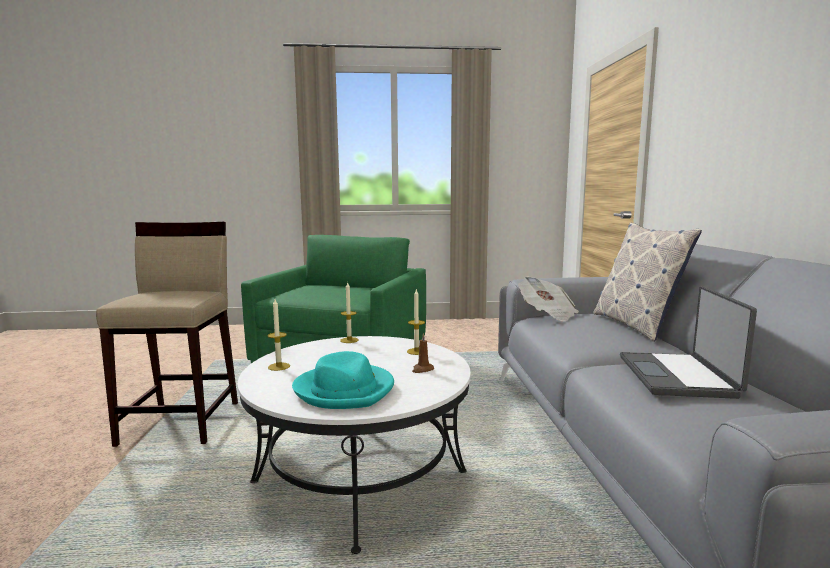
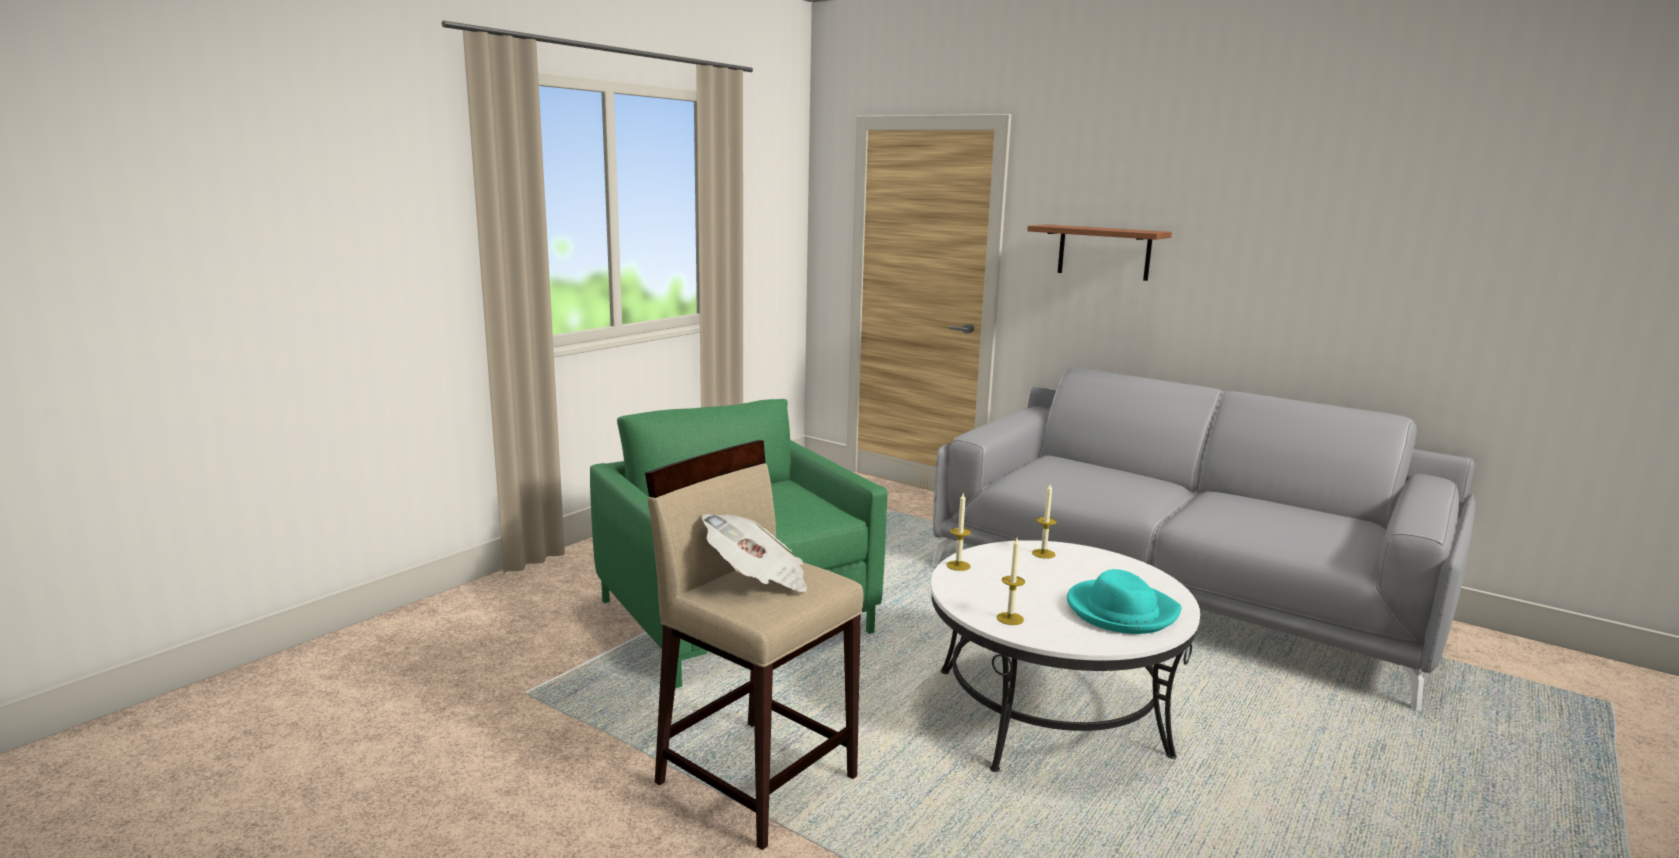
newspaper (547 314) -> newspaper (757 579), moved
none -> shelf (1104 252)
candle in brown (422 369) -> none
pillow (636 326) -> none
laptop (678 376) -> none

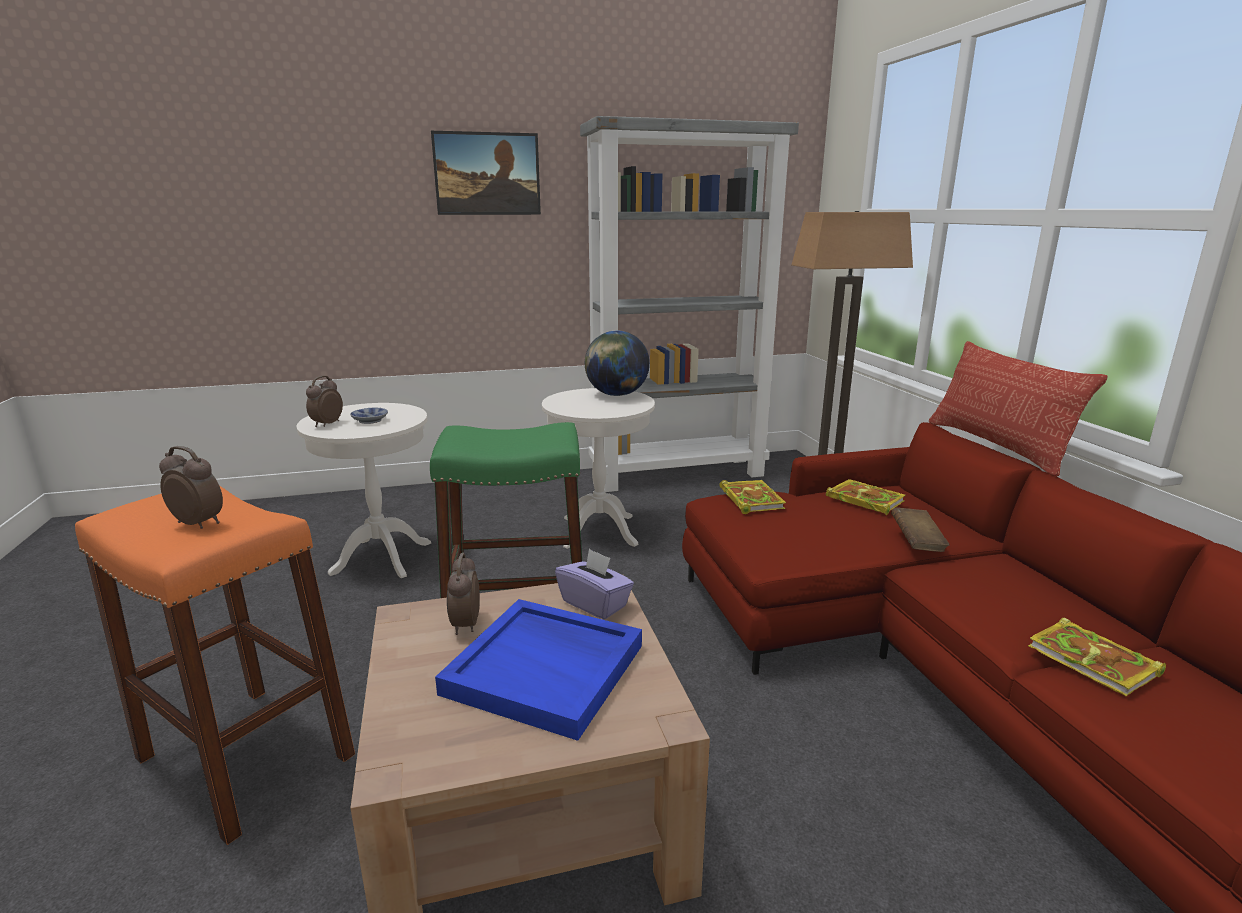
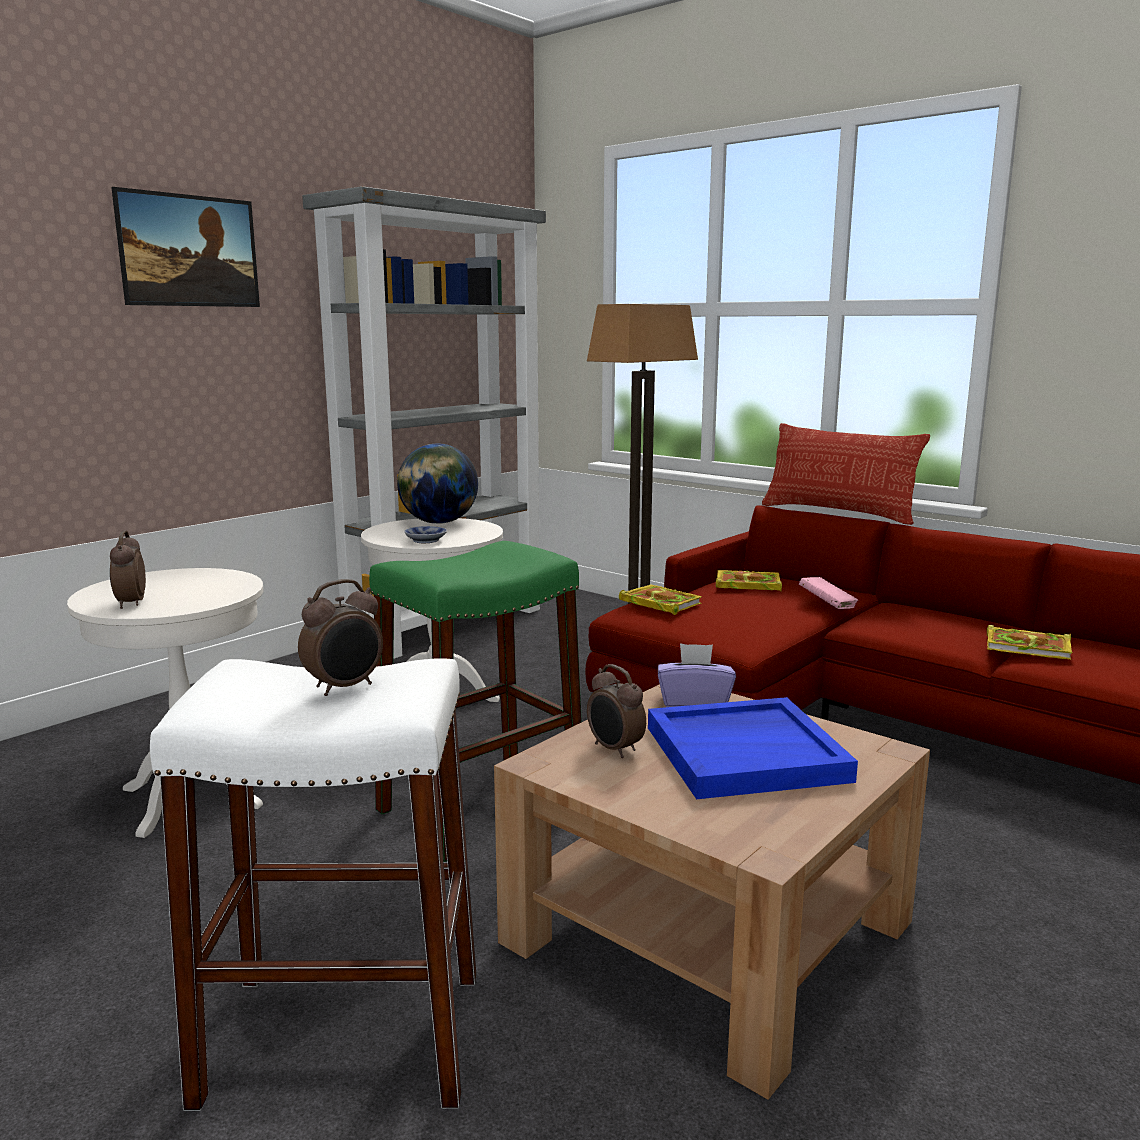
stool in orange (245 757) -> stool in white (342 1036)
alarm clock (199 523) -> alarm clock (345 687), 150 degrees clockwise
bowl (369 421) -> bowl (426 541), moved
book in brown (917 542) -> book in pink (827 606)

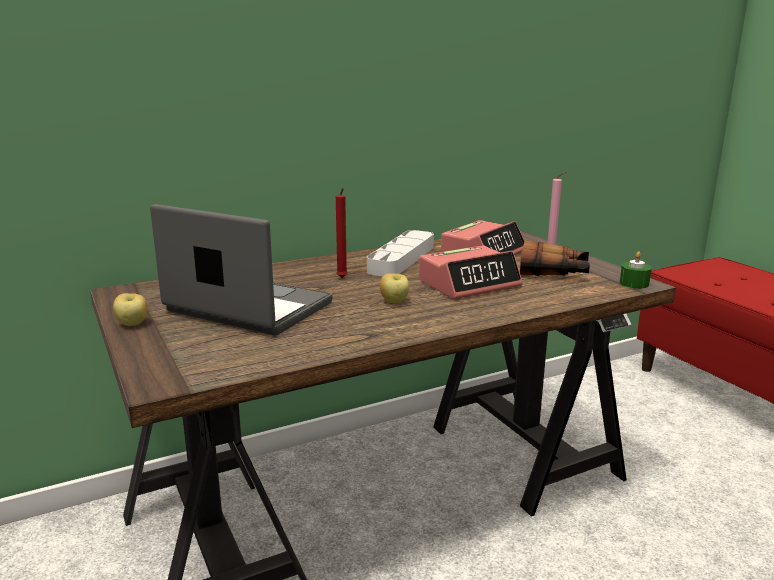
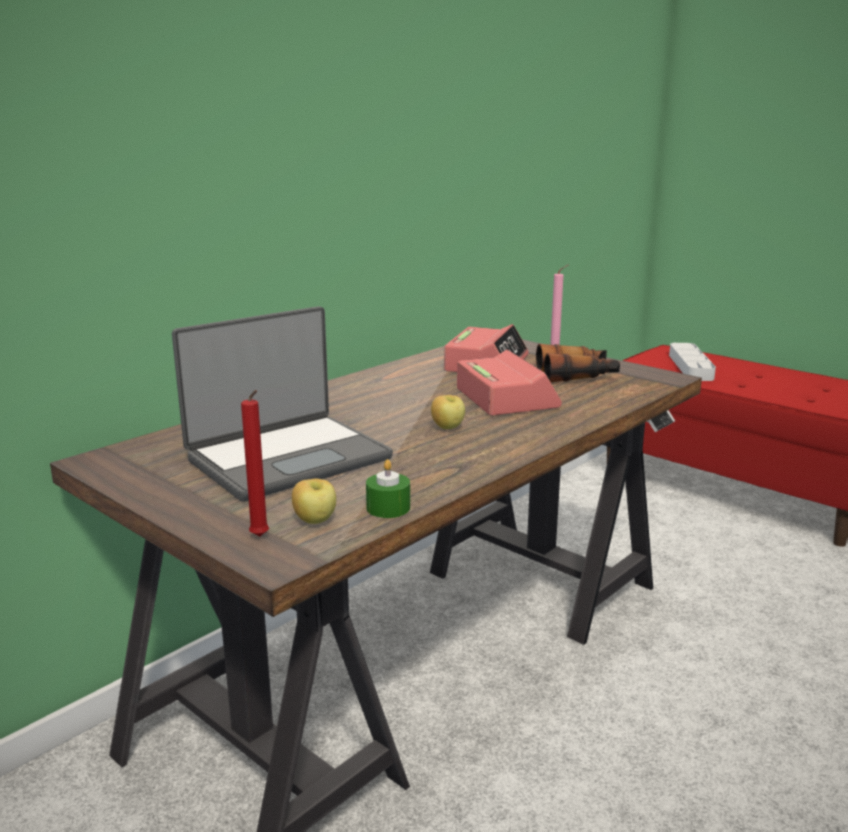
laptop (247 308) -> laptop (287 458), 135 degrees clockwise
candle in red (342 278) -> candle in red (260 538), moved
apple (132 324) -> apple (315 521), moved
candle in green (634 283) -> candle in green (388 508), moved
alarm clock (469 284) -> alarm clock (506 398), 60 degrees counterclockwise
tray in grey (402 259) -> tray in grey (690 366), moved

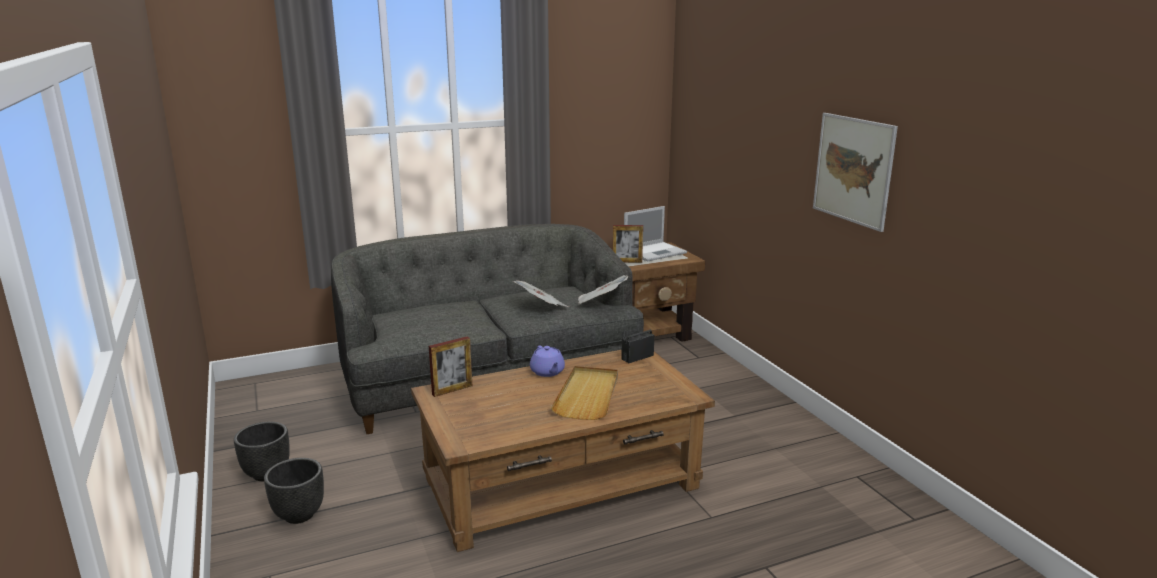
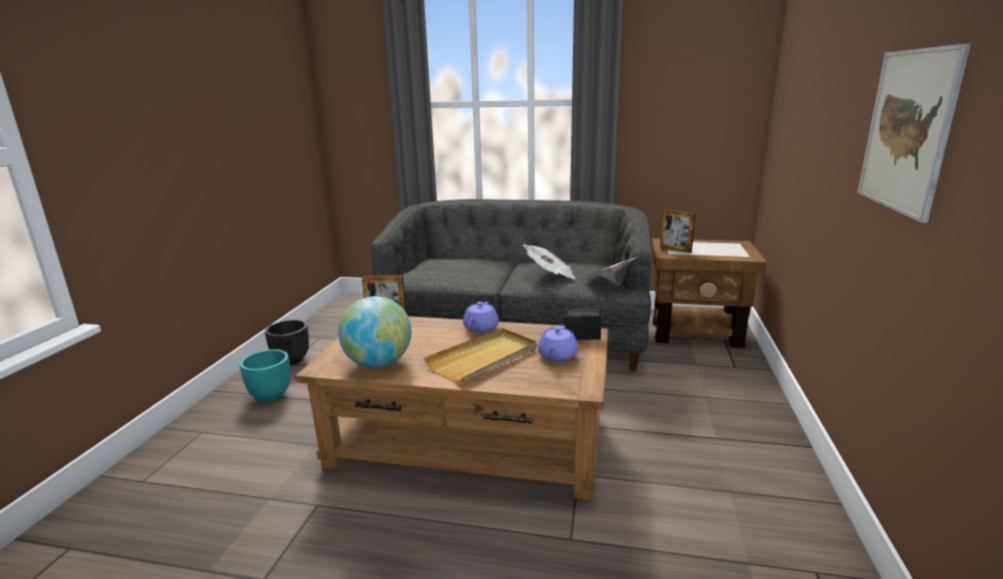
planter in black (298 515) -> planter in turquoise (270 395)
none -> globe (378 363)
none -> teapot in purple (557 356)
laptop (655 252) -> none

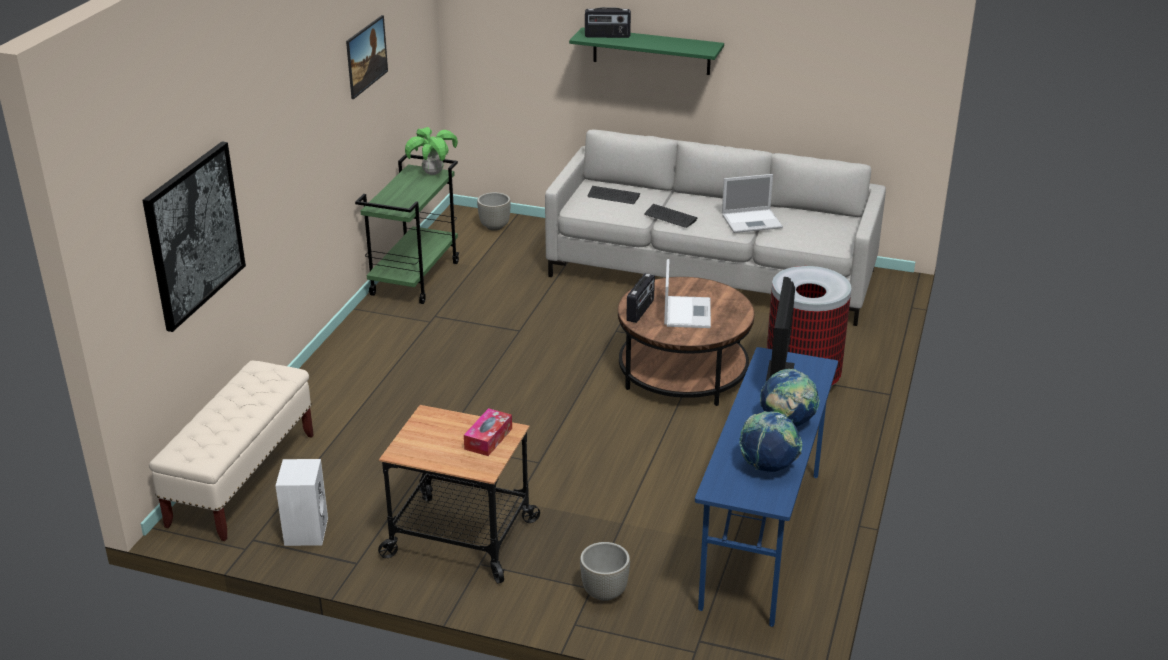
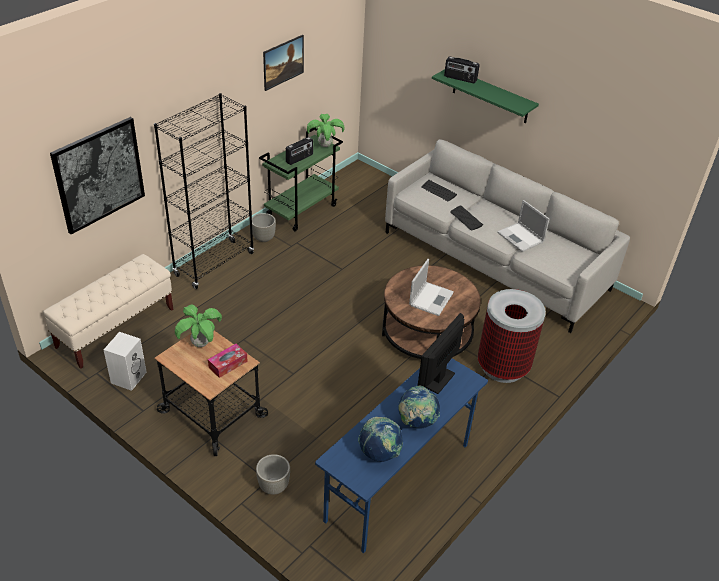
none -> bookcase in black (214 264)
none -> potted plant (201 343)
planter in grey (494 227) -> planter in grey (263 238), moved
radio (641 310) -> radio (299 158), moved
laptop (753 221) -> laptop (521 238), 45 degrees clockwise

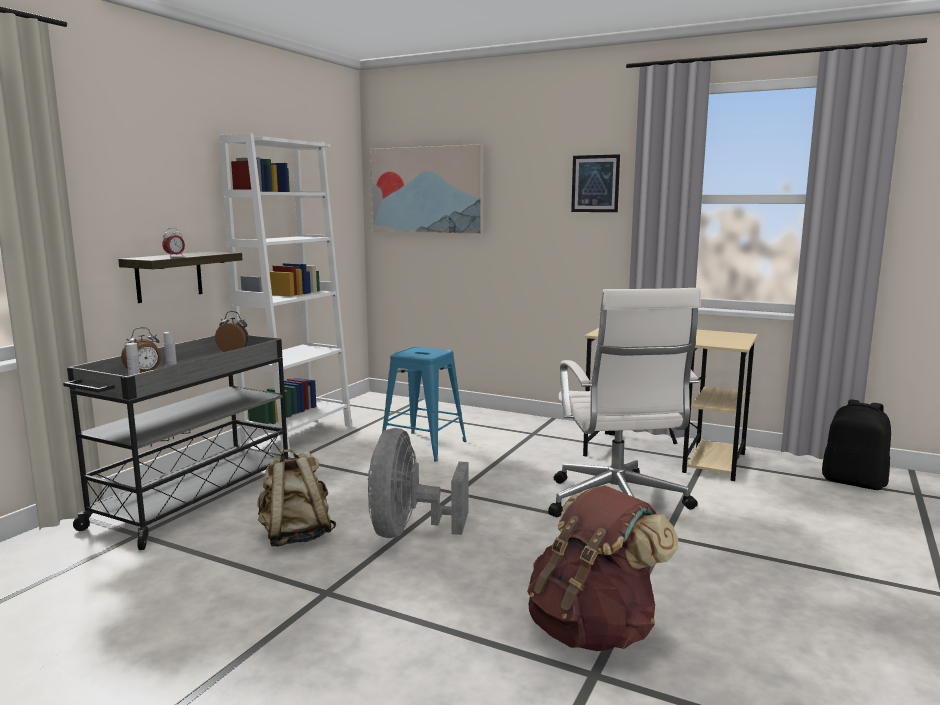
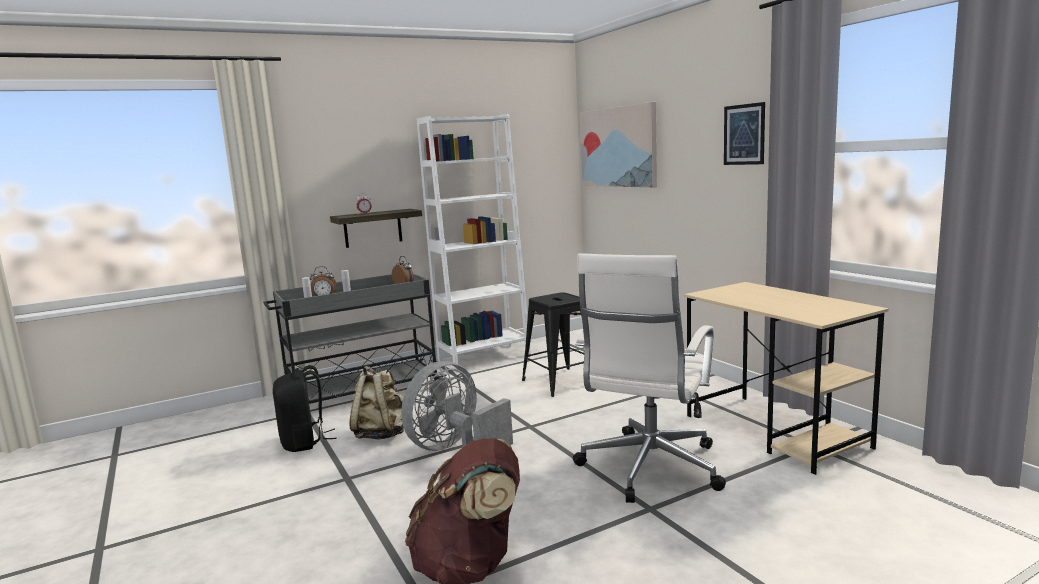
backpack in black (854 482) -> backpack in black (304 442), moved
stool in blue (424 446) -> stool in black (561 382)

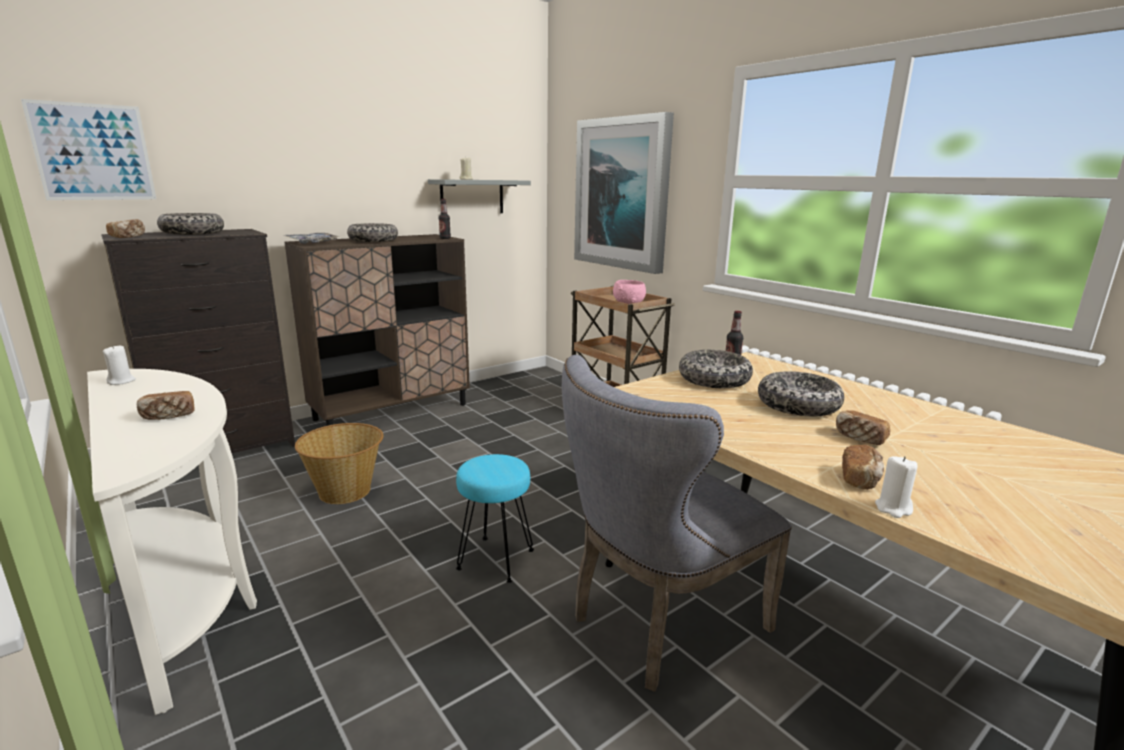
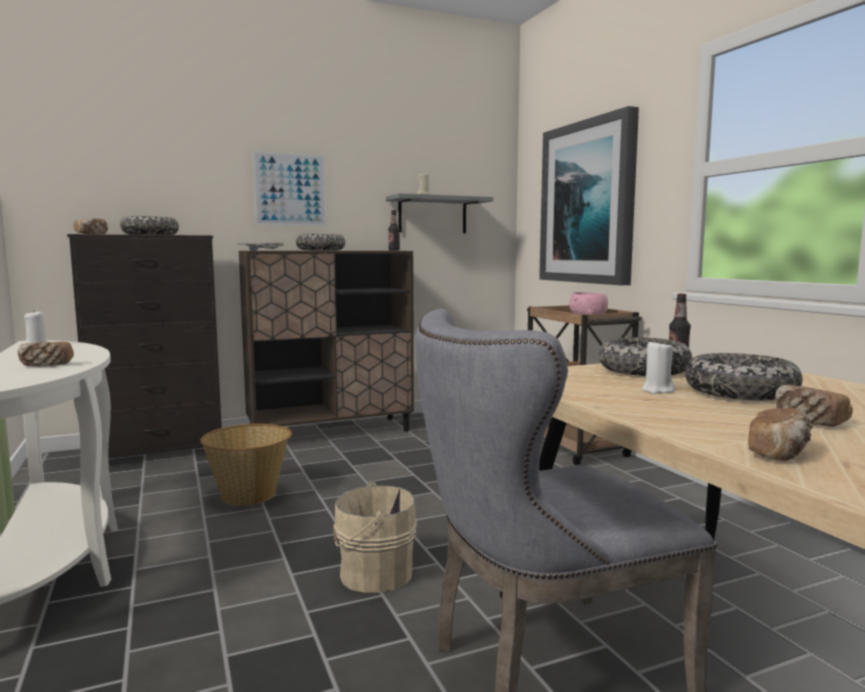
picture (93 152) -> picture (290 189), moved
stool in turquoise (495 559) -> bucket in beige (372 573)
candle in white (893 508) -> candle in white (657 390), moved

